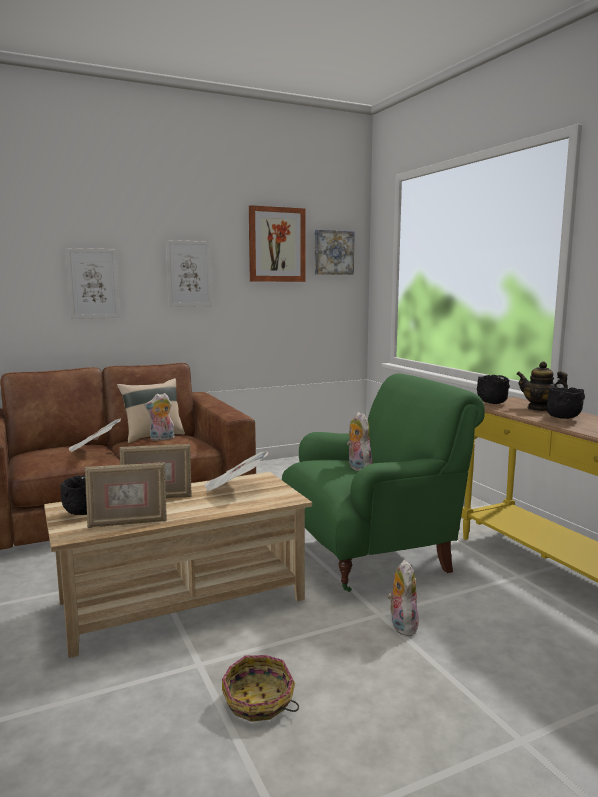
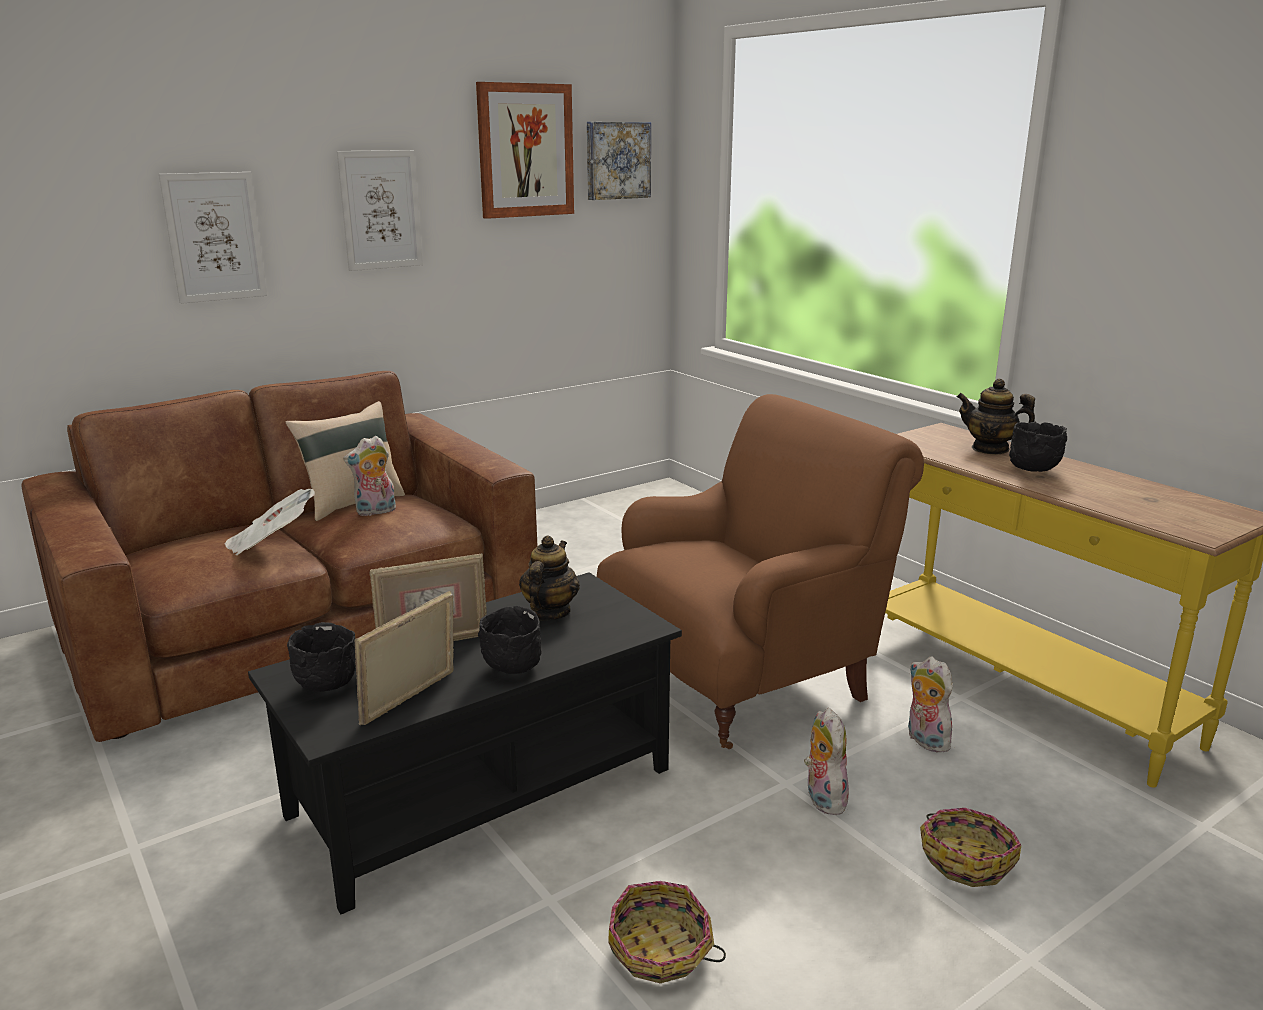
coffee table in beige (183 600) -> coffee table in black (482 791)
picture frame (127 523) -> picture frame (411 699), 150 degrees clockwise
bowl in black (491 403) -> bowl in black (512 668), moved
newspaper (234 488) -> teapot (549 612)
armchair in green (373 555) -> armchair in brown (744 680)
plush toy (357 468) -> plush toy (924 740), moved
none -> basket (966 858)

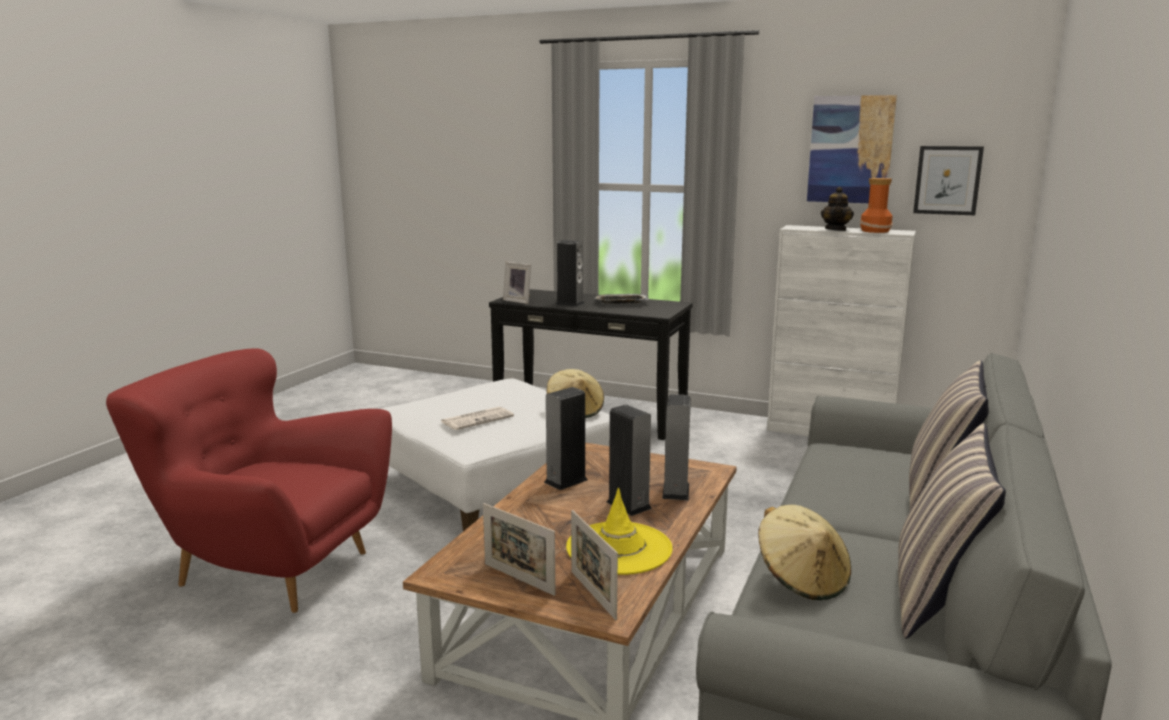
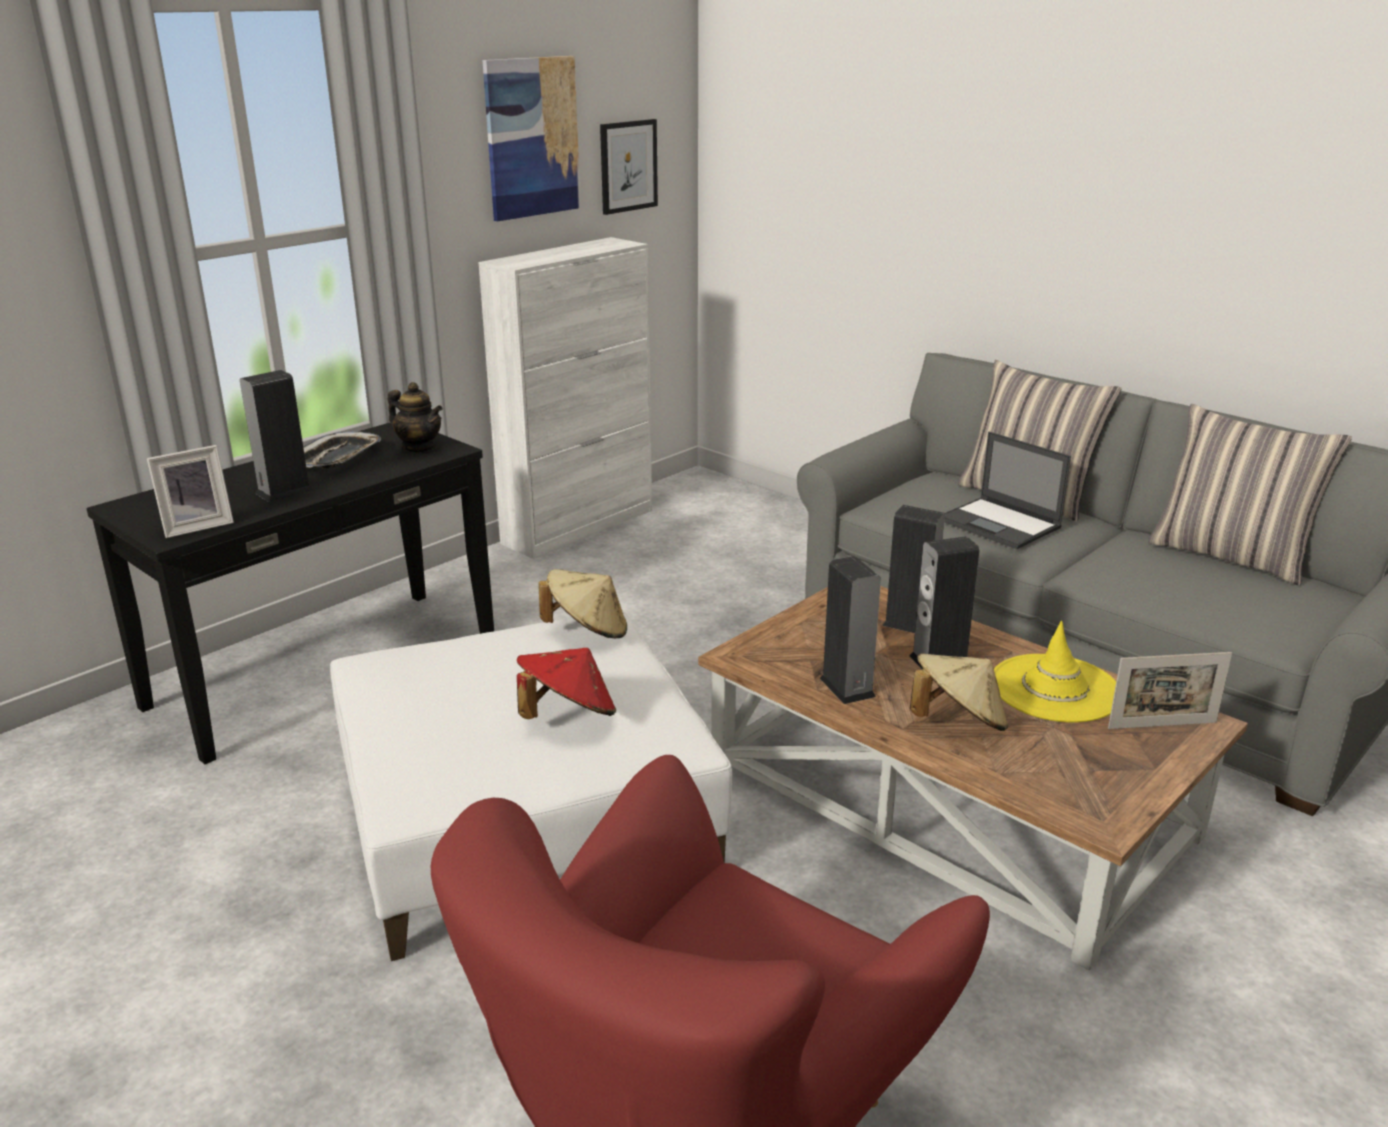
teapot (836 229) -> teapot (419 447), moved
newspaper (477 419) -> hat in red (567 715)
hat in beige (802 579) -> hat in beige (958 721), moved
none -> laptop (1000 524)
picture frame (519 579) -> none
vase (875 231) -> none

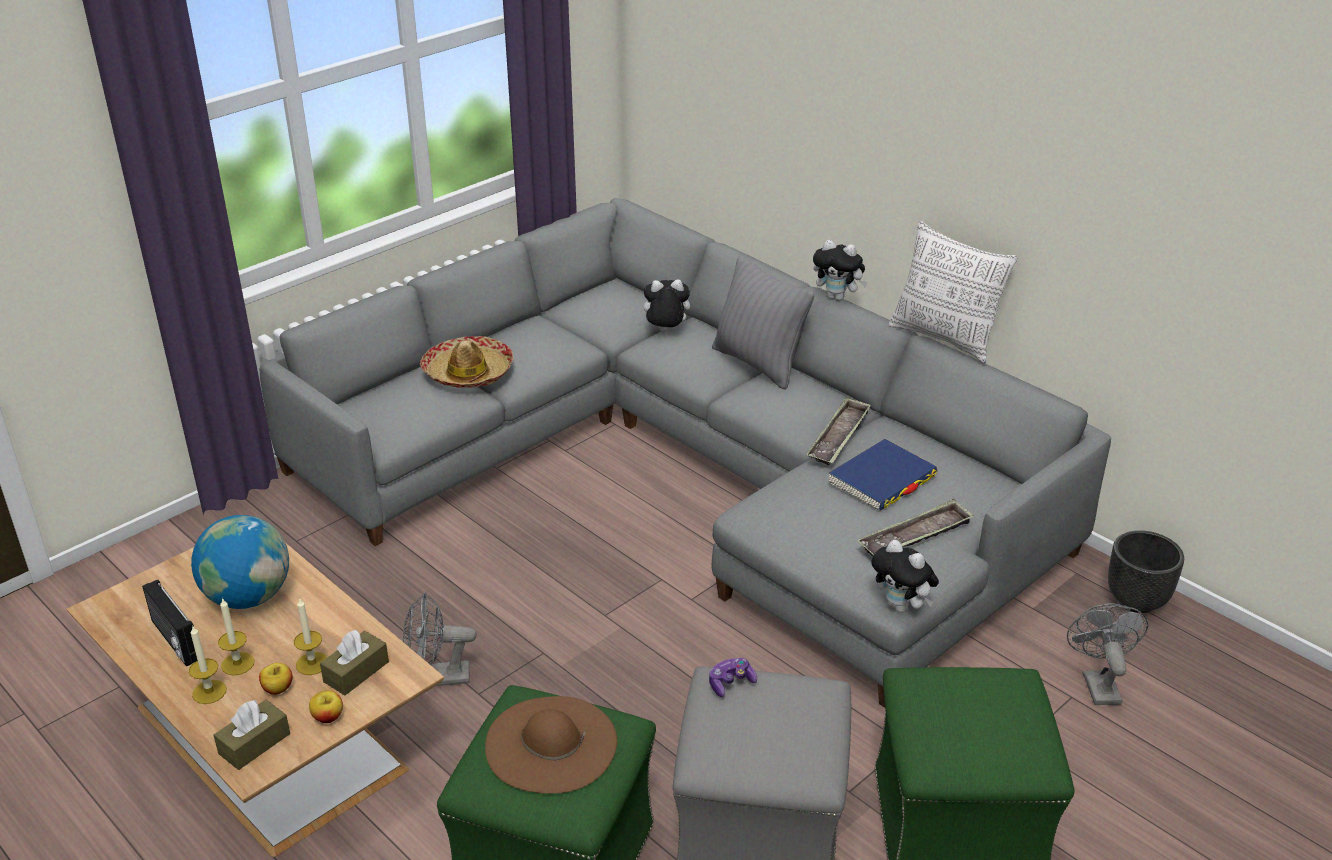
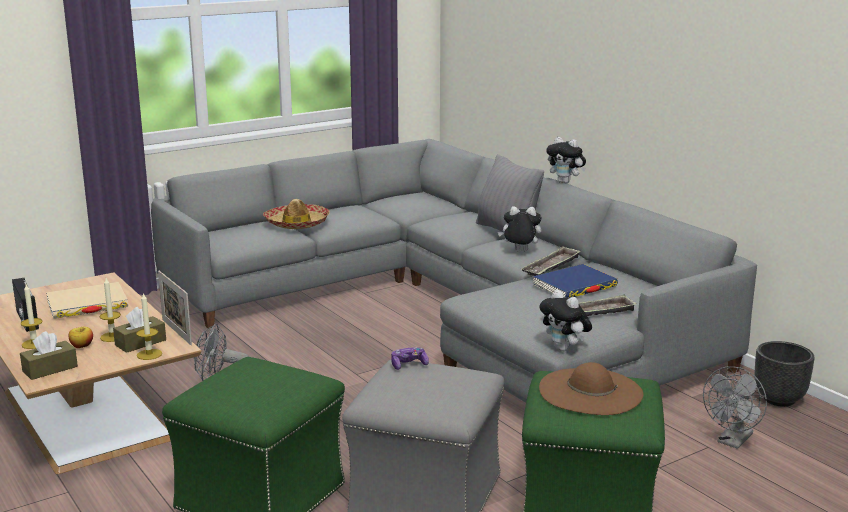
globe (248 596) -> book in beige (87 305)
candle (237 664) -> candle (149 354), moved
none -> picture frame (176 332)
plush toy (665 332) -> plush toy (519 252), moved
hat in brown (551 744) -> hat in brown (590 391), moved
fan in grey (1098 683) -> fan in grey (733 441), 150 degrees counterclockwise
apple (328 717) -> none
pillow (944 338) -> none

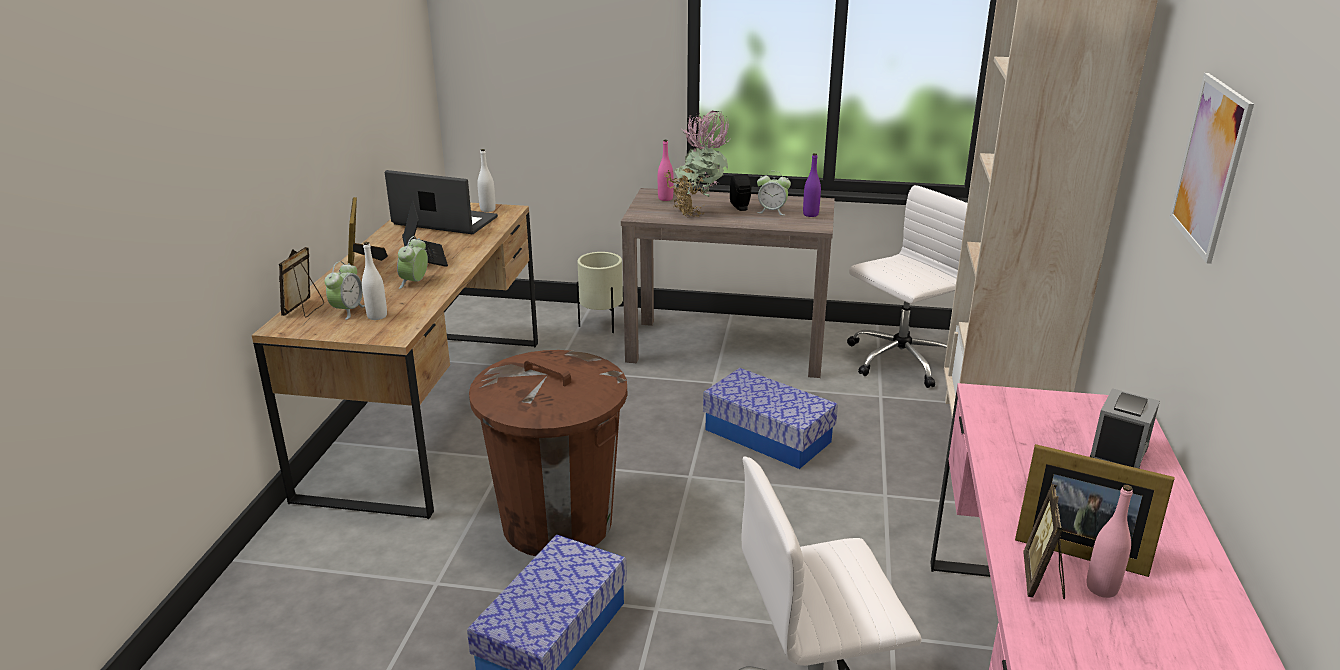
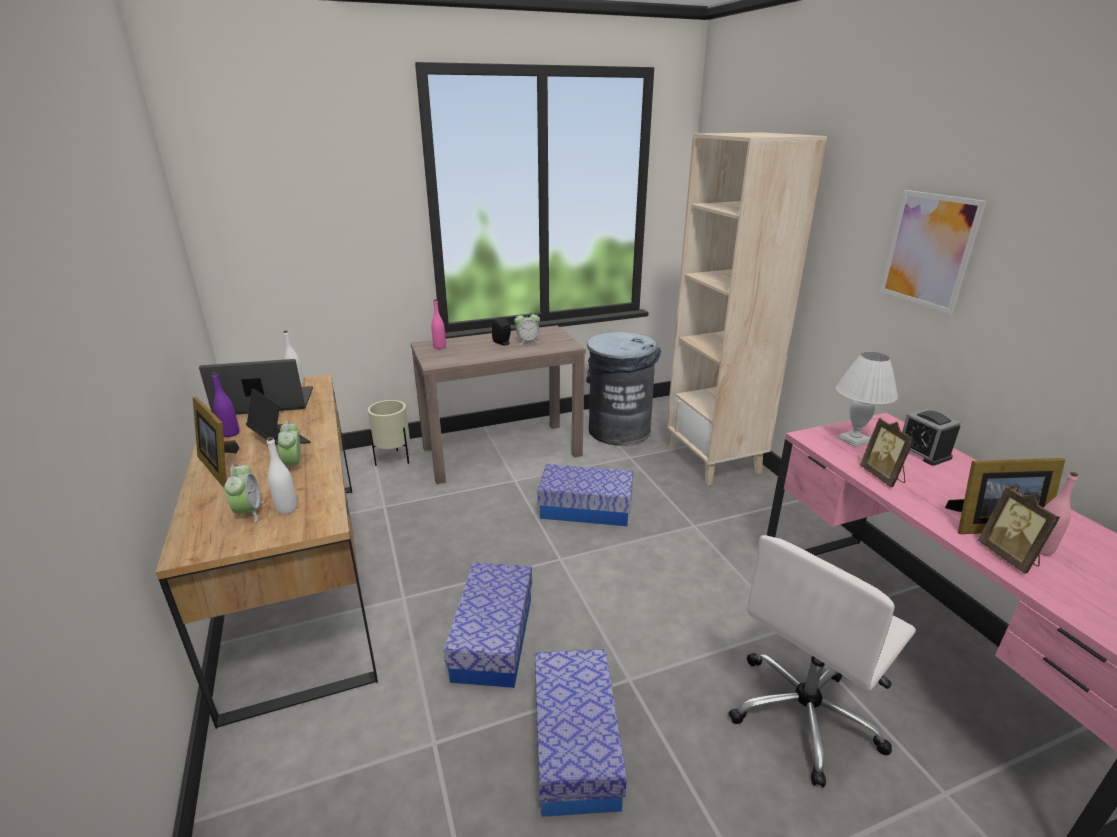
bottle in purple (810 214) -> bottle in purple (230 433), moved
trash can in brown (557 523) -> storage box (493 638)
office chair in white (898 361) -> trash can in grey (619 430)
none -> table lamp in white (854 440)
picture frame (305 309) -> picture frame (883 477), moved
alarm clock (1118 453) -> alarm clock (922 452), 150 degrees clockwise
potted plant (697 212) -> none

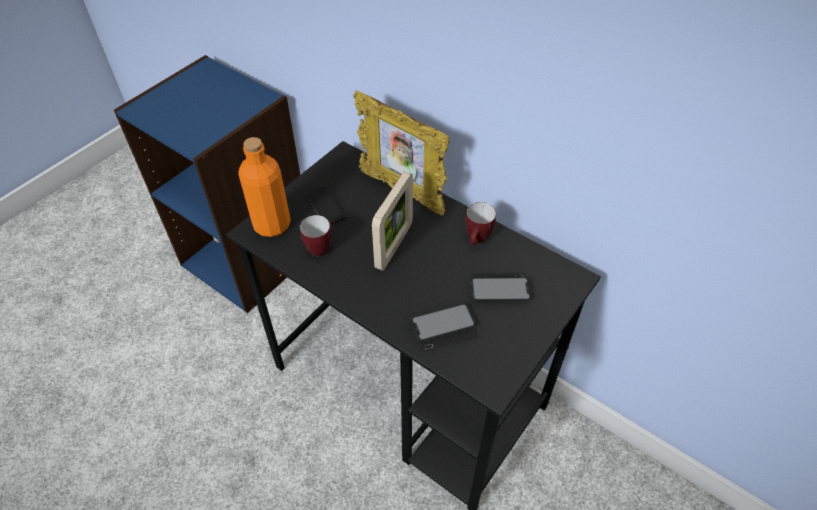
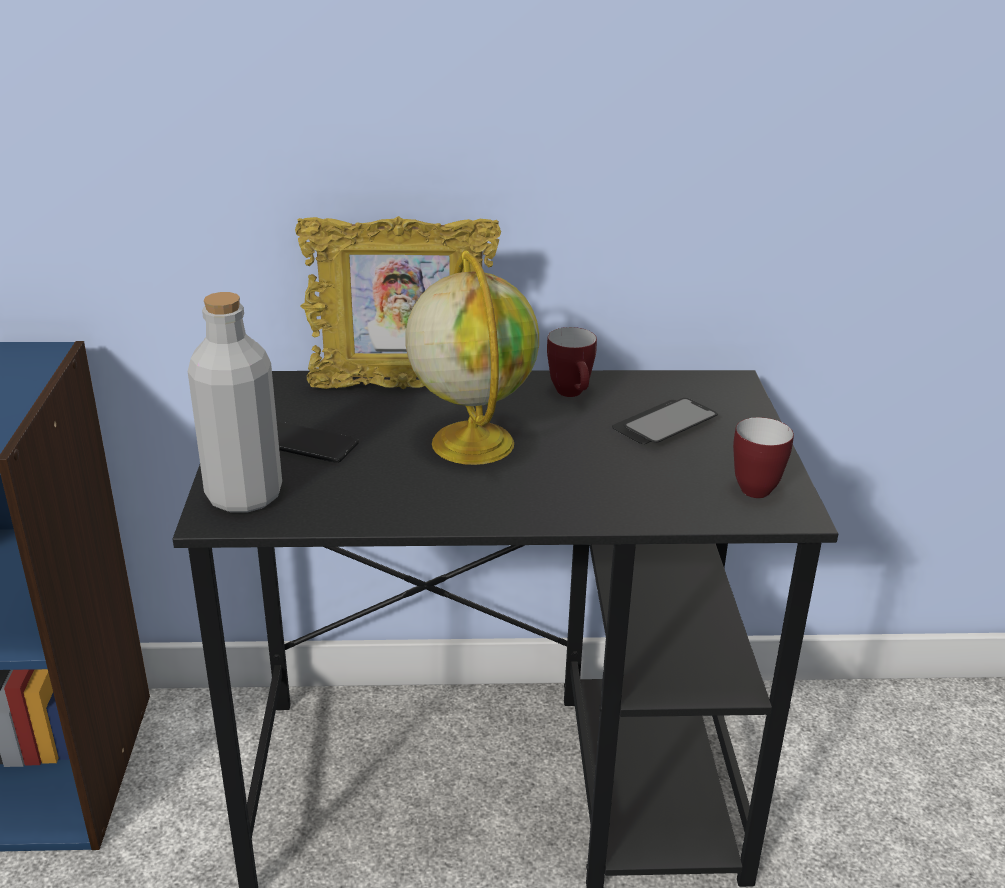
bottle in orange (272 225) -> bottle in grey (244 495)
picture frame (394 246) -> globe (471 442)
mug (320 247) -> mug (750 486), moved
phone (444 329) -> none

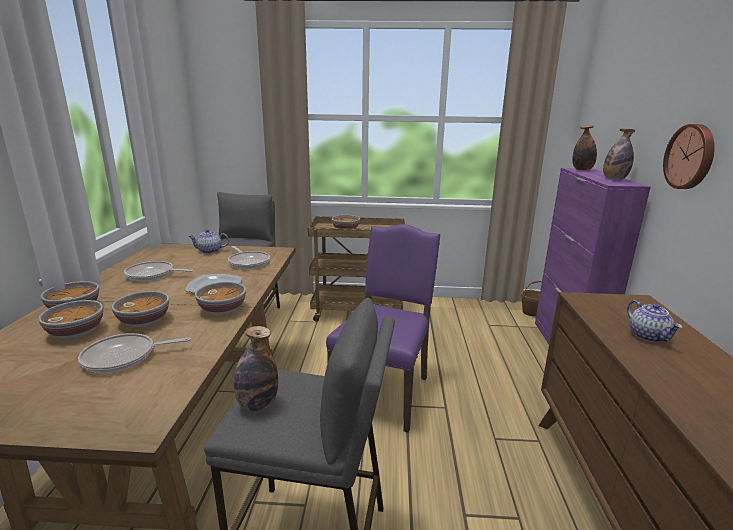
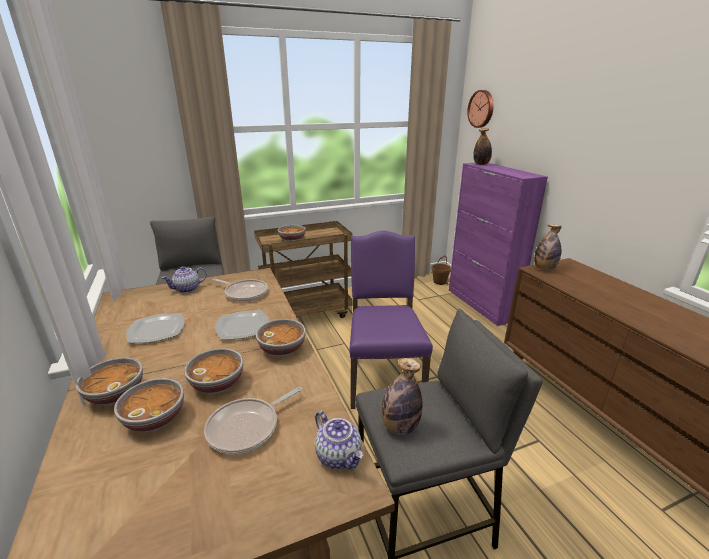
frying pan (152 275) -> plate (157 330)
teapot (648 336) -> teapot (339 456), moved
wall clock (691 157) -> wall clock (481 109), moved
bottle (614 179) -> bottle (544 268), moved

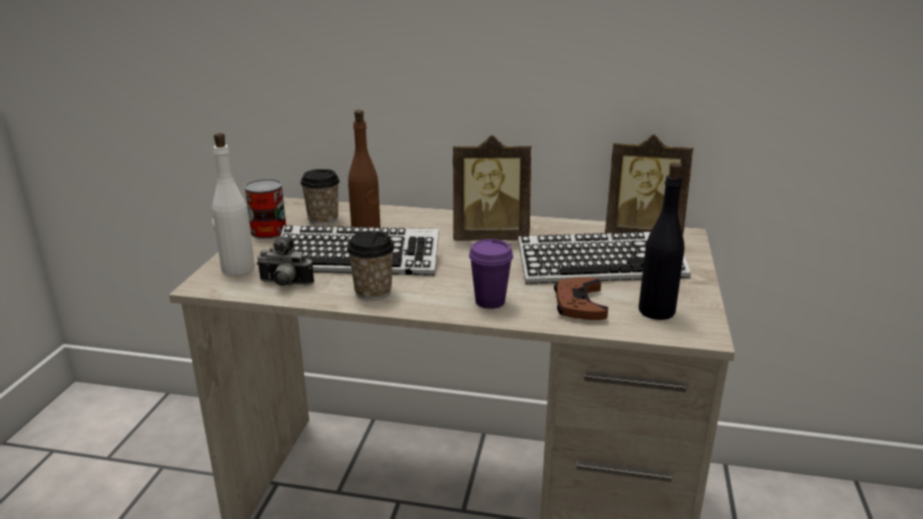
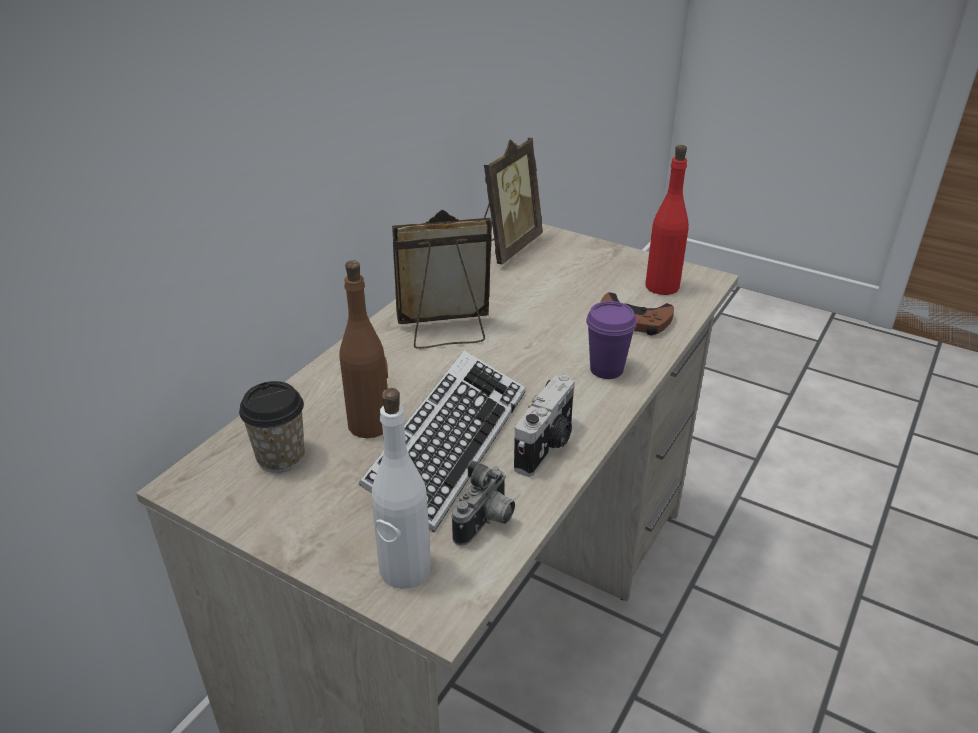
picture frame (490 237) -> picture frame (446 333), 120 degrees counterclockwise
cup (373 292) -> photo camera (546 447)
bottle in black (657 311) -> bottle in red (661 286)
can (269 232) -> none
keyboard (601 267) -> none

